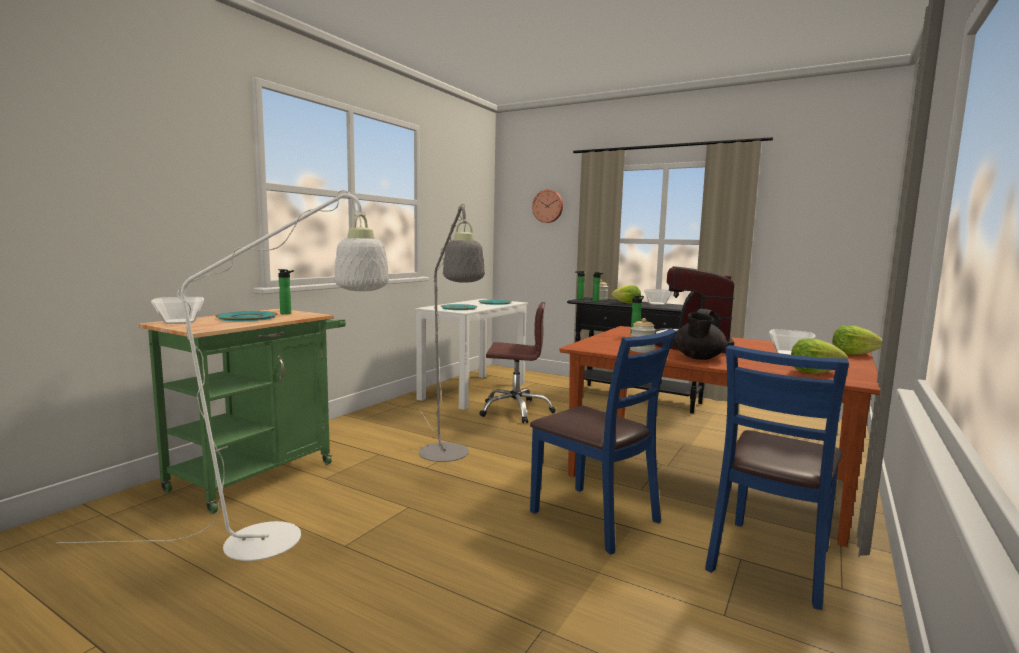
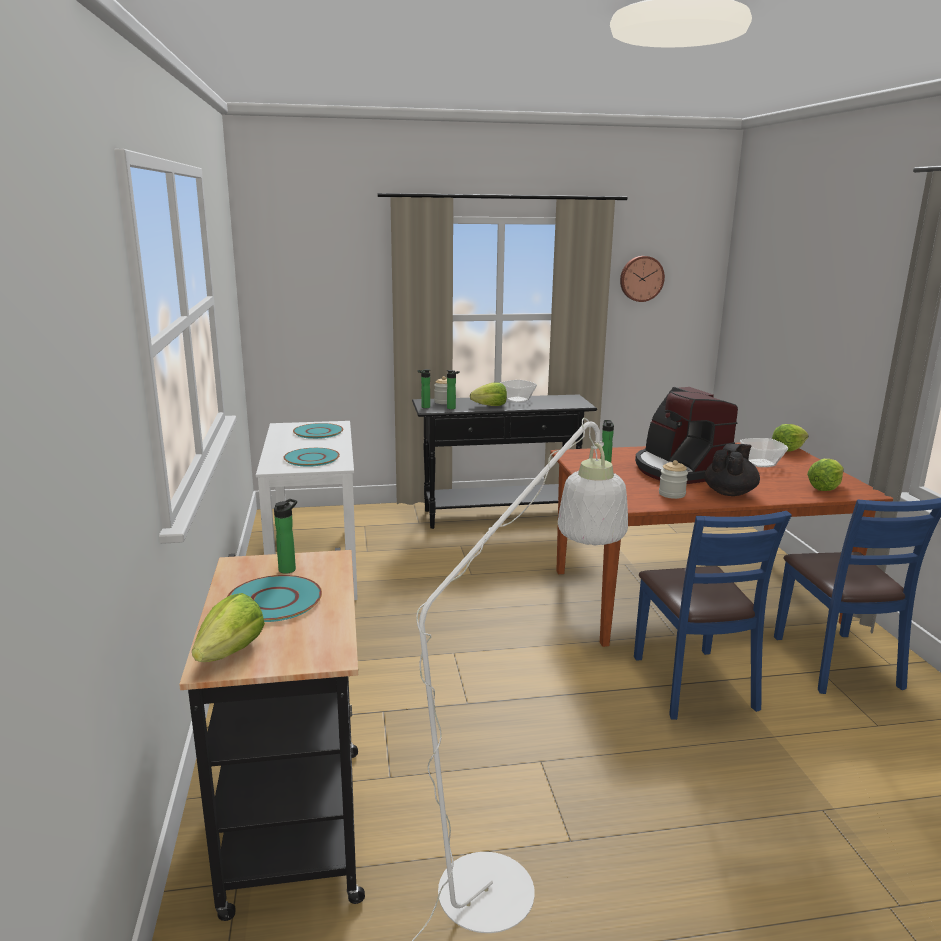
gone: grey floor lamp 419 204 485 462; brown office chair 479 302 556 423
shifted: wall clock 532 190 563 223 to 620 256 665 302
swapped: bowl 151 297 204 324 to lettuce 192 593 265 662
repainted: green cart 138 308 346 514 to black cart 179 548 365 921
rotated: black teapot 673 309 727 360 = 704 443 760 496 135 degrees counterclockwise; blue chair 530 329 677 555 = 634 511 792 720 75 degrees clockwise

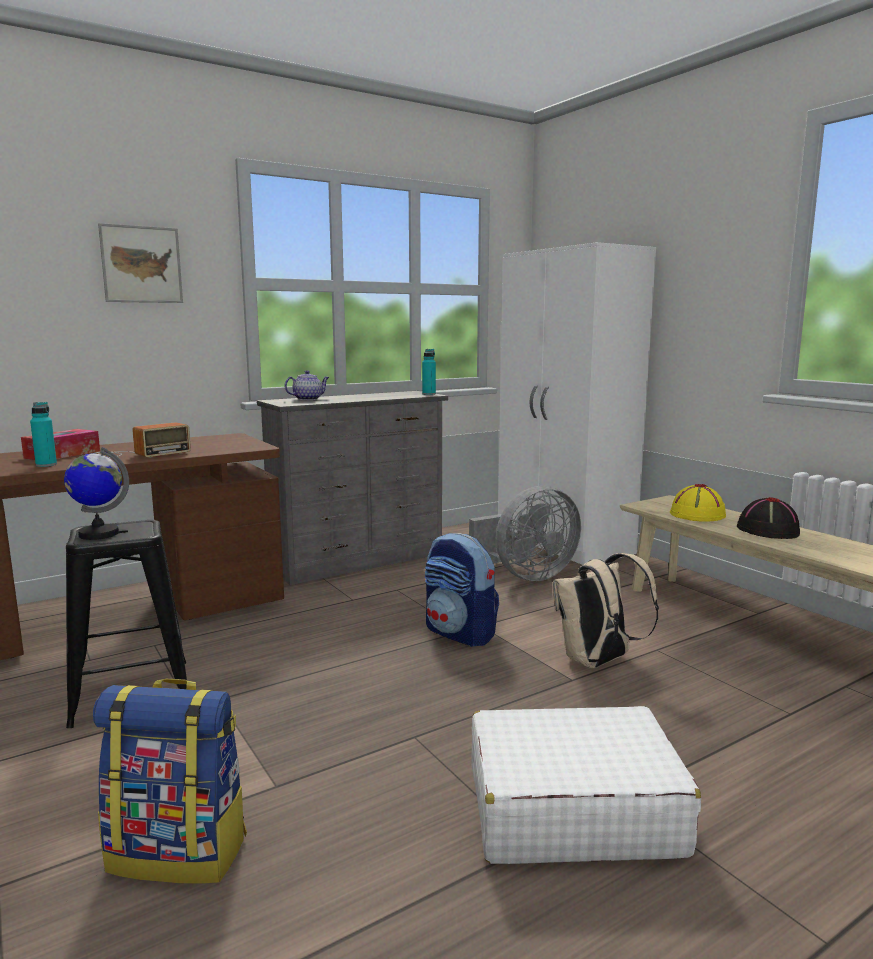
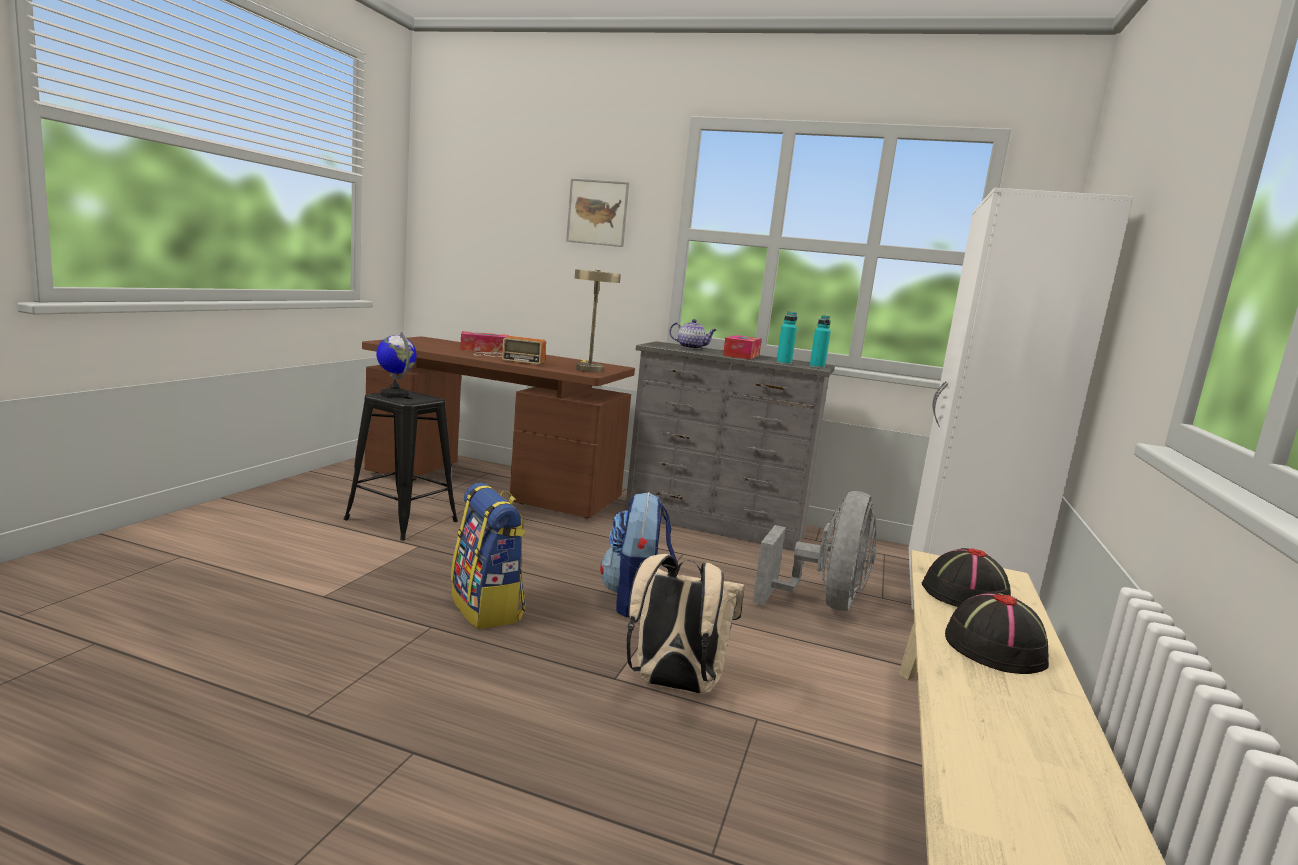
gone: white suitcase 472 706 701 864
new: beige table lamp 575 269 621 373; tissue box 723 335 762 359
shifted: turquoise bottle 30 402 57 467 to 776 312 797 365; backpack 93 679 247 884 to 451 483 526 629
repainted: yellow hat 670 484 726 522 to black hat 922 548 1011 607
rotated: grey fan 469 486 581 581 = 753 491 877 611 90 degrees counterclockwise

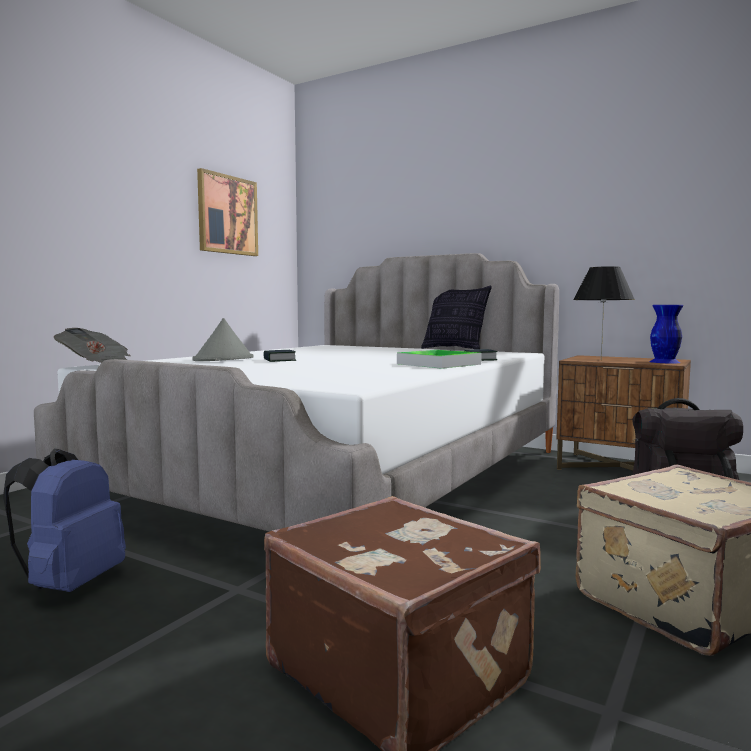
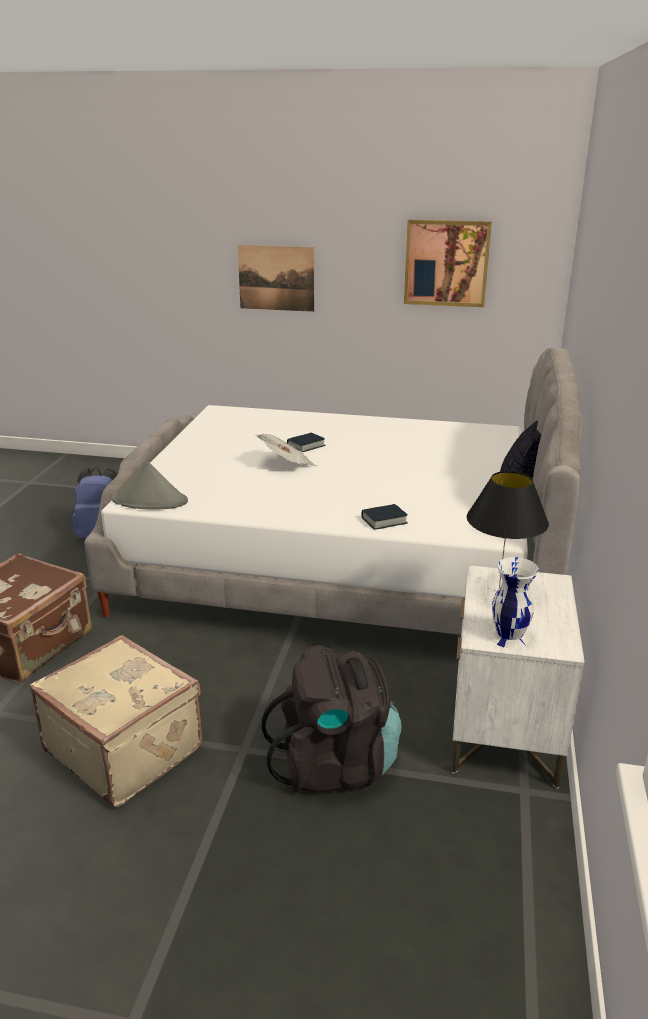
gone: tray 397 350 482 369
new: picture 238 245 314 312
shifted: grey hat 192 318 254 361 to 112 461 188 510; newspaper 54 328 131 363 to 256 434 316 466
repainted: blue vase 649 305 683 363 to white vase 489 557 539 649; brown nightstand 556 355 691 471 to white nightstand 452 565 585 789

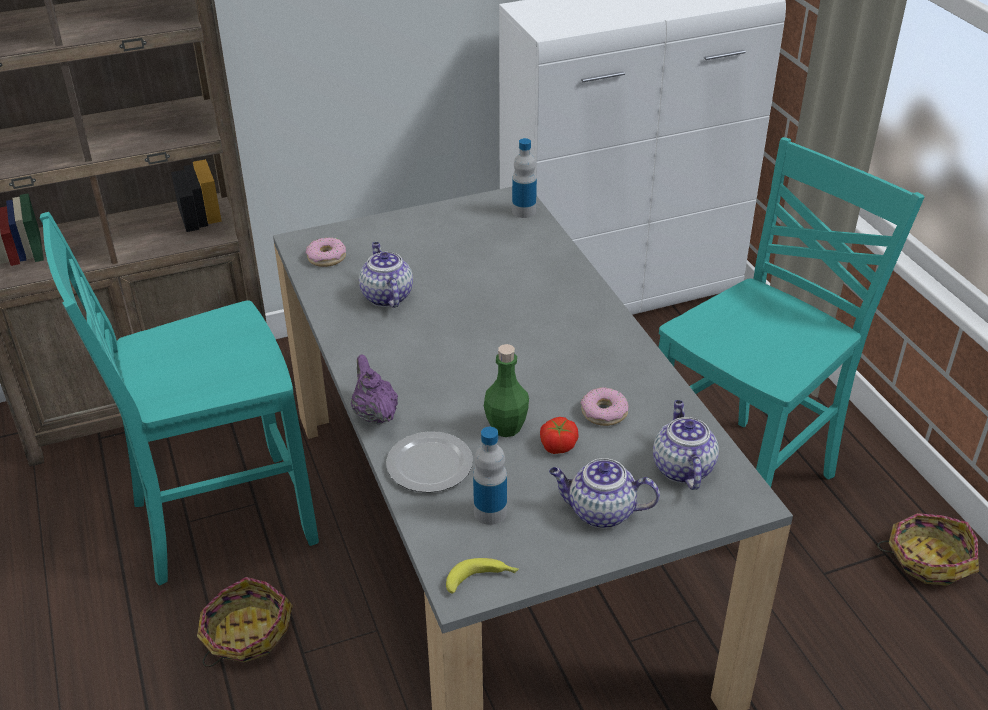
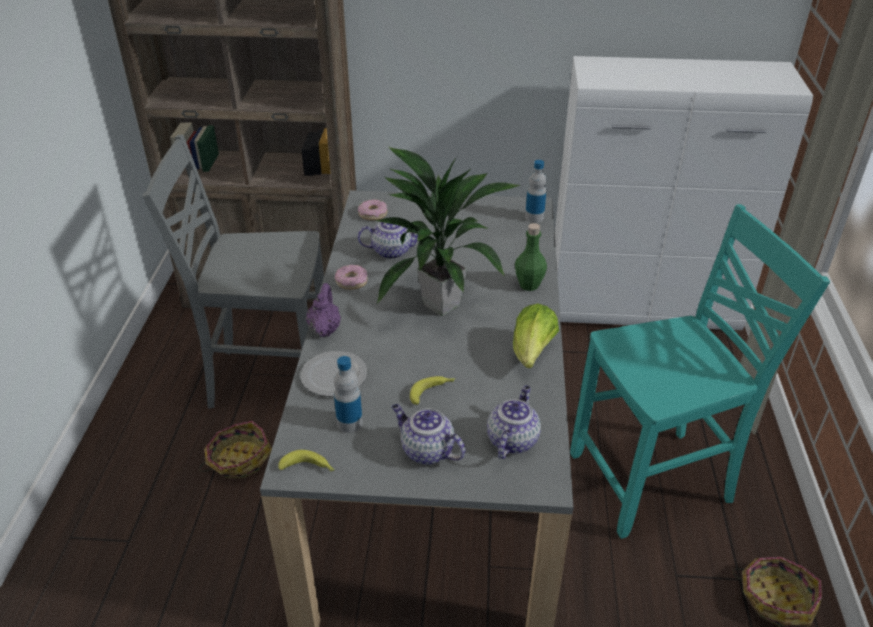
new: potted plant 375 147 520 316; lettuce 513 304 559 369
shifted: green bottle 484 344 529 437 to 515 223 547 291; donut 581 387 628 426 to 335 265 368 290
swapped: tomato 540 417 579 454 to banana 410 376 455 405
repainted: turquoise chair 40 212 319 586 to grey chair 143 135 324 409
rotated: teapot 359 242 413 308 = 358 217 418 259 75 degrees clockwise

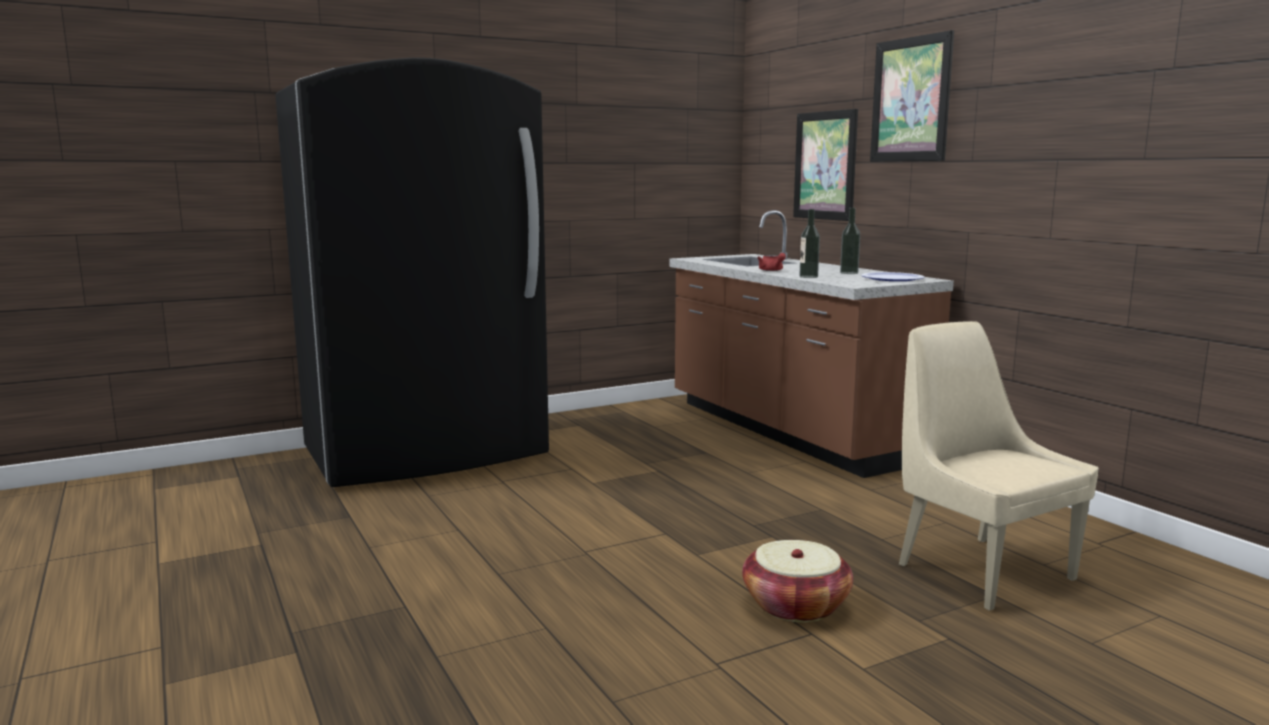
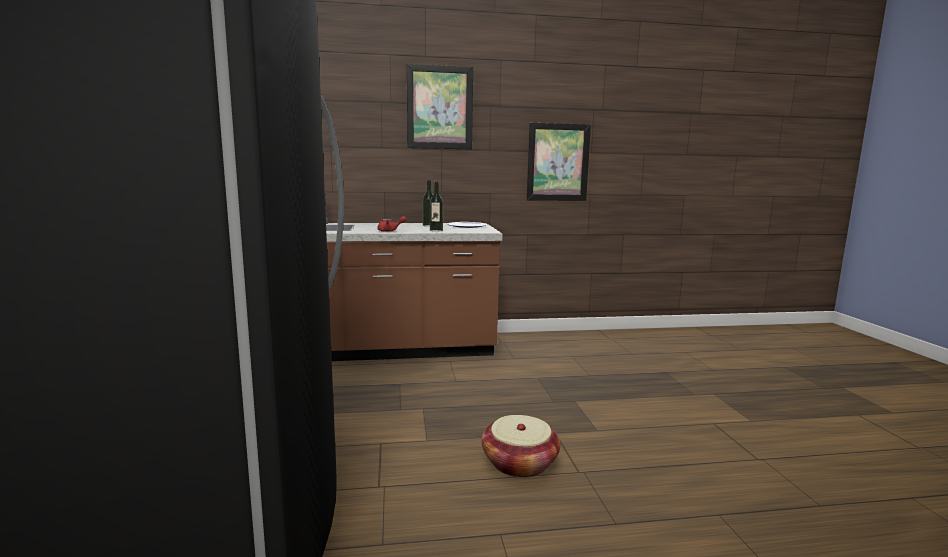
gone: beige chair 899 321 1099 610
shifted: picture 793 109 858 221 to 527 123 591 201; basket 742 540 853 622 to 482 415 560 478

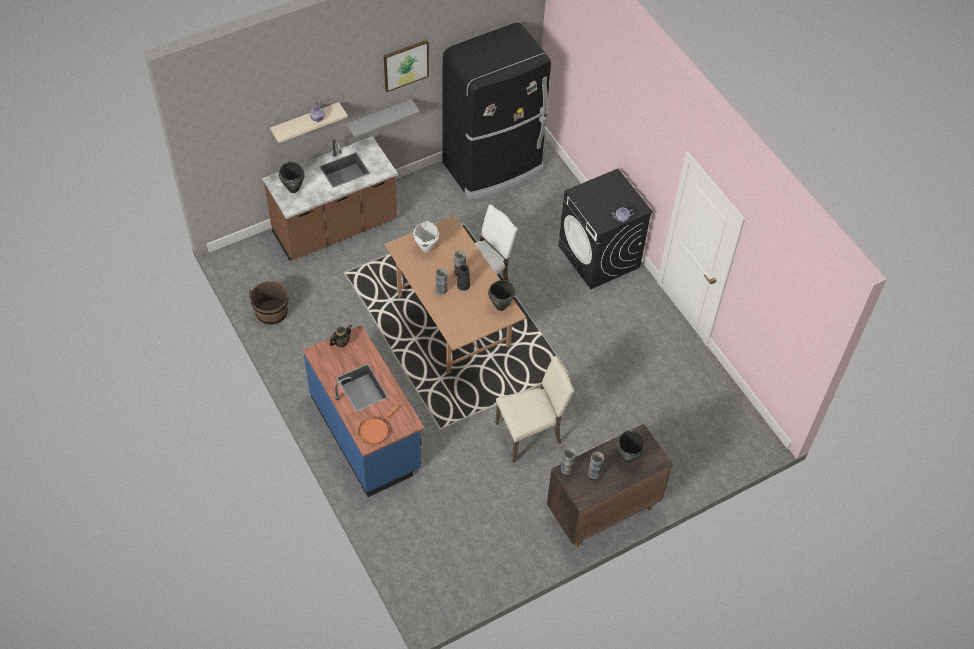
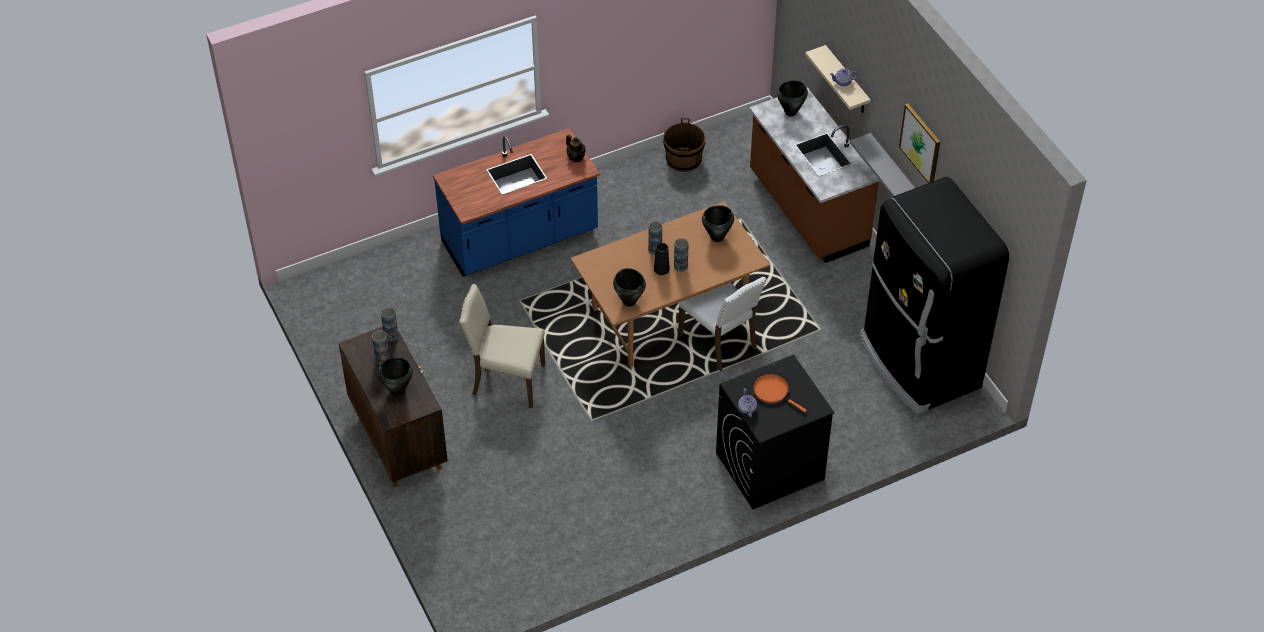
shifted: orange frying pan 358 405 398 445 to 753 374 807 412
repainted: white cooking pot 413 221 439 253 to black cooking pot 702 205 734 242
rotated: beige chair 495 356 575 463 = 459 284 545 408 120 degrees clockwise

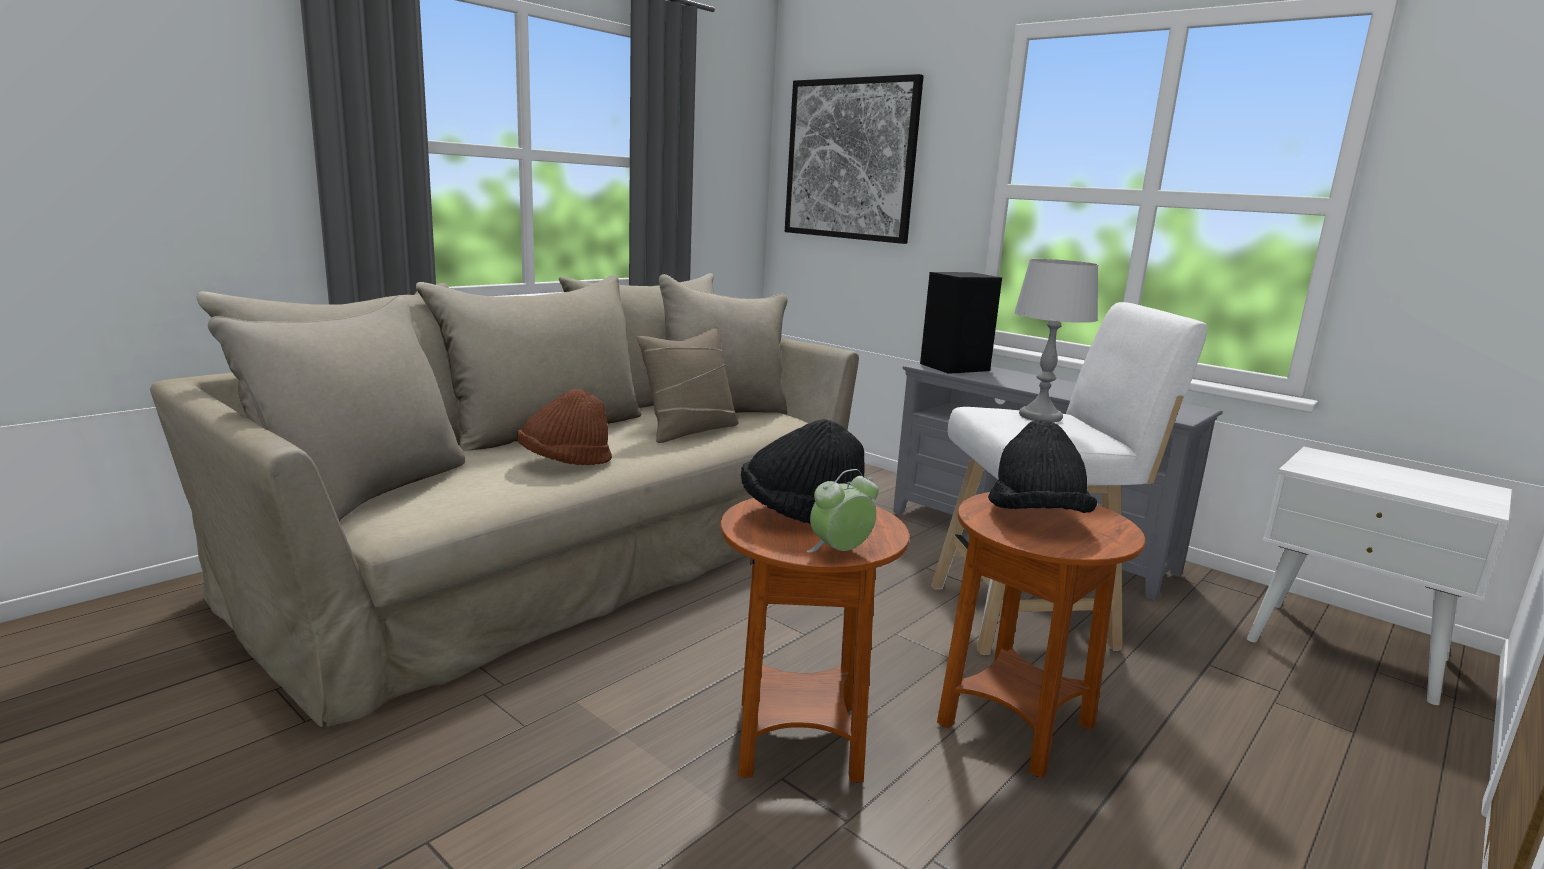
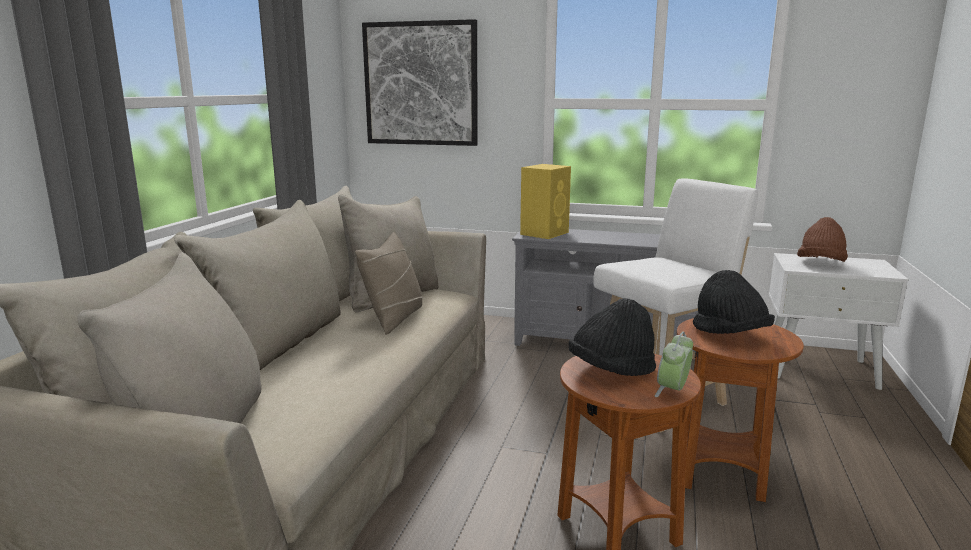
gone: grey table lamp 1014 259 1099 422
shifted: brown hat 517 389 612 465 to 797 217 848 262
repainted: black speaker 920 272 1002 374 to yellow speaker 520 164 571 239

